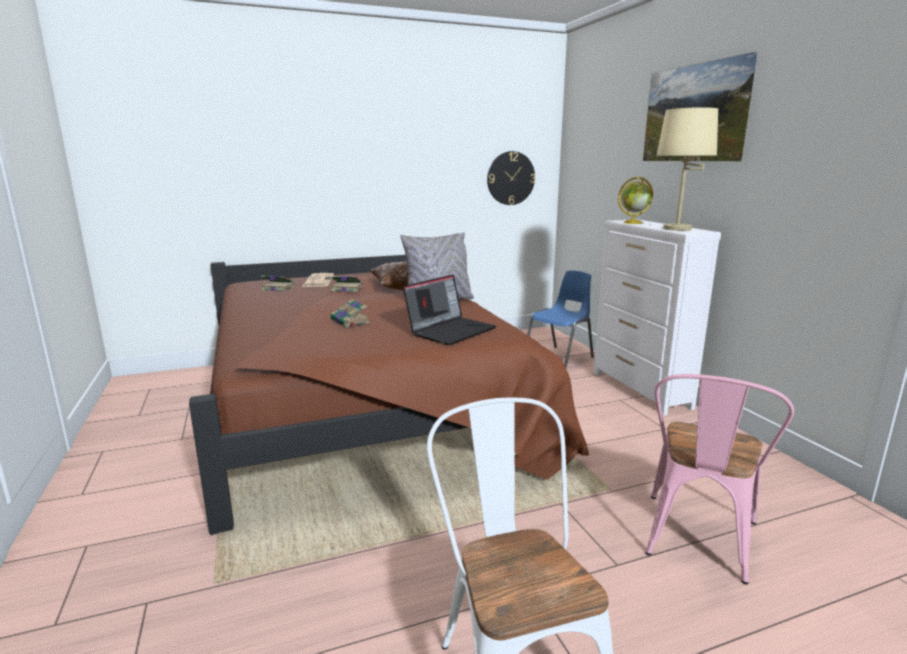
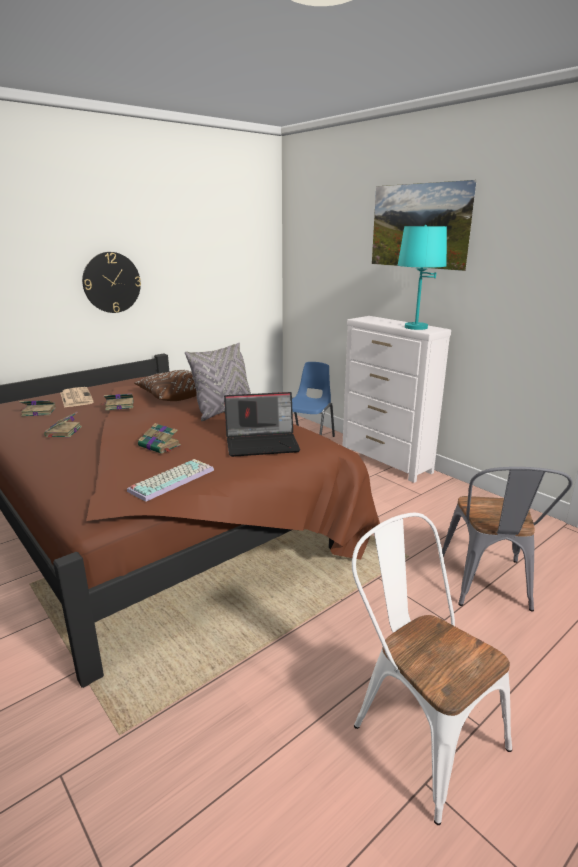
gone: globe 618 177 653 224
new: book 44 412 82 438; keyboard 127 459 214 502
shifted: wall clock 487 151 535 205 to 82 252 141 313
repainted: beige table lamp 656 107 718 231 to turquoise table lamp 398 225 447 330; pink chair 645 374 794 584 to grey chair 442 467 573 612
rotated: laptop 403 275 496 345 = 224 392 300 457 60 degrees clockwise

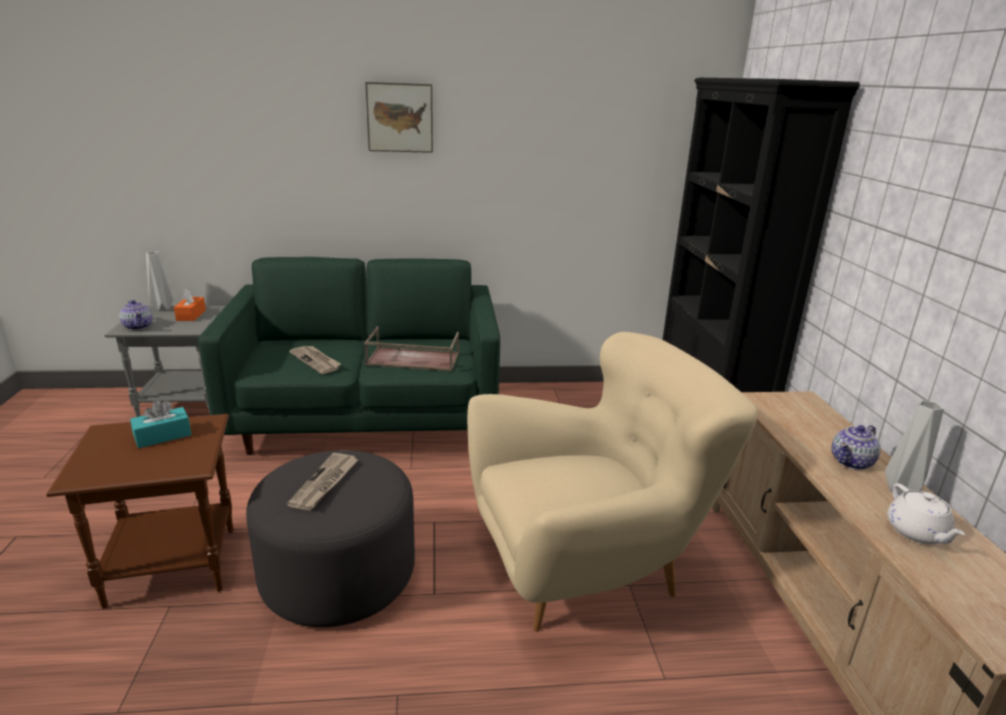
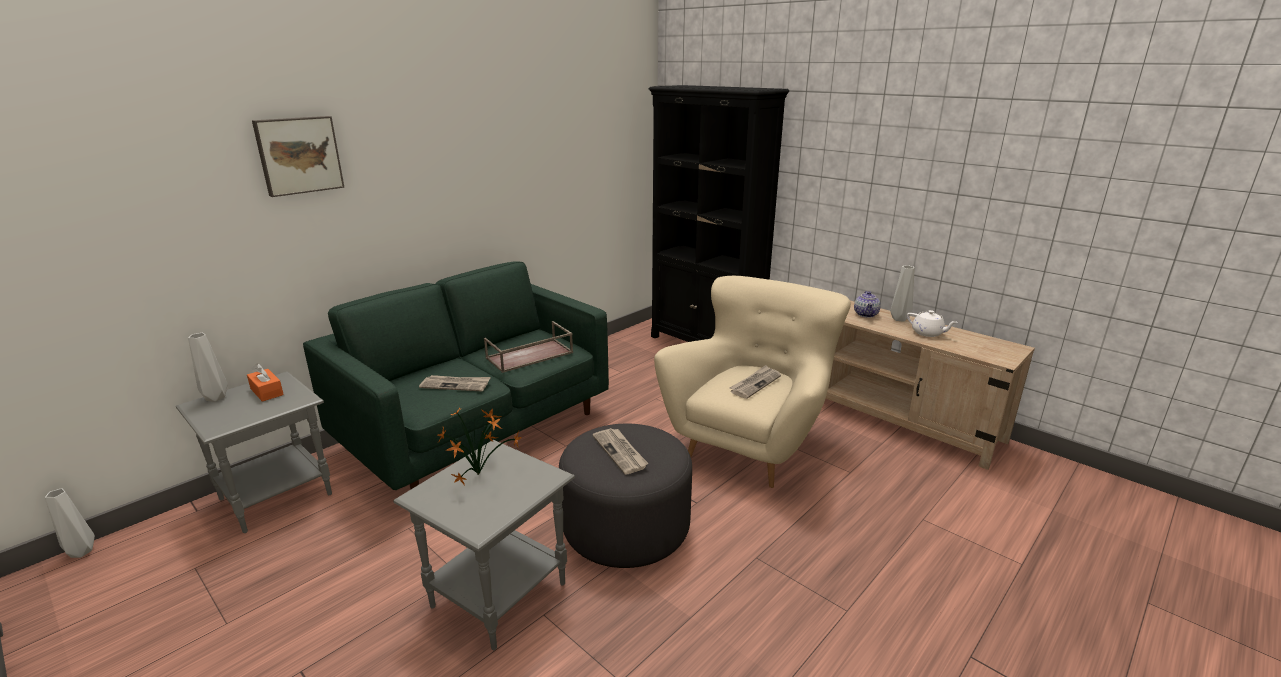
gone: teapot 119 300 153 330
new: newspaper 730 365 781 399; grey vase 45 488 95 558
shifted: picture 365 82 433 153 to 252 116 344 197
swapped: turquoise tissue box 130 400 191 448 to potted plant 438 407 522 486
repainted: brown side table 46 414 233 609 to grey side table 393 440 575 650

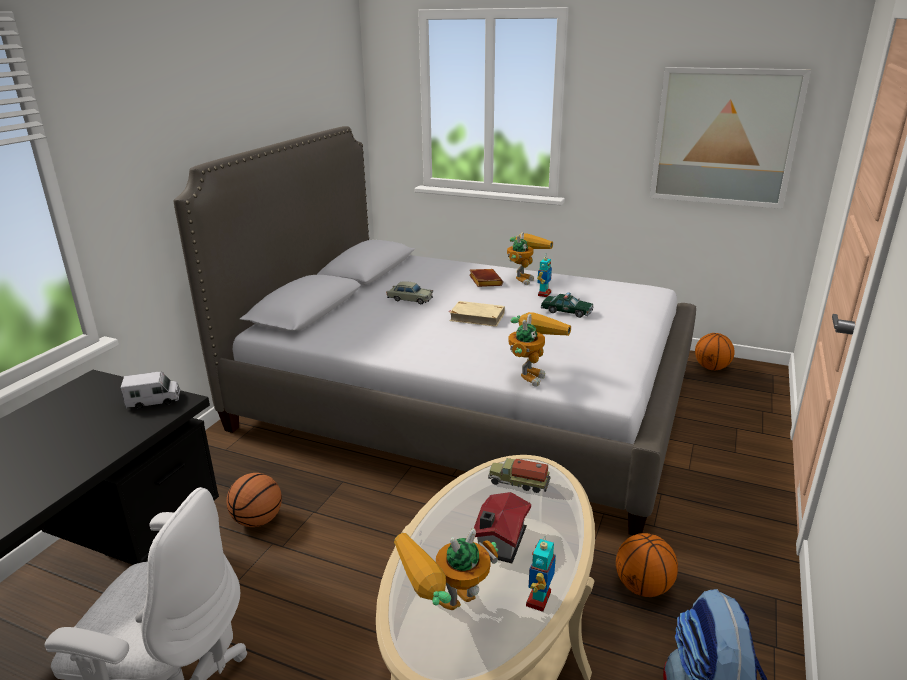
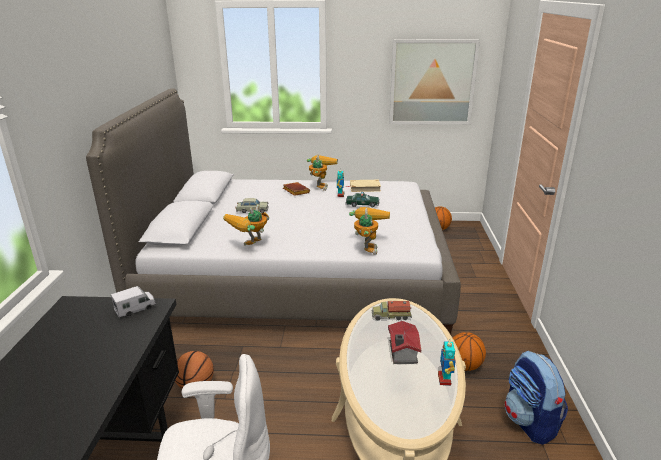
shifted: beige book 449 301 505 327 to 348 180 381 192; toy robot 394 528 498 610 to 223 204 269 246

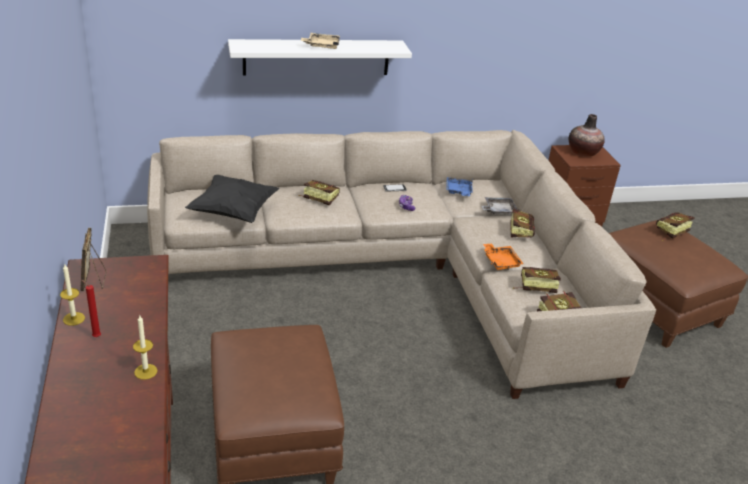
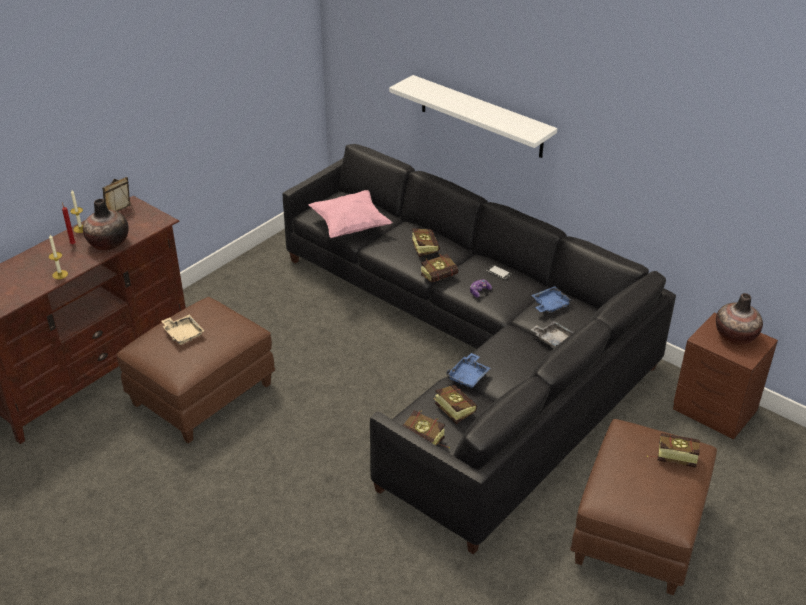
new: vase 83 199 129 251
shifted: beige tray 301 33 340 49 to 161 315 204 345; book 510 208 535 238 to 421 254 458 282
repainted: beige sofa 147 130 656 399 to black sofa 283 144 676 555; black pillow 185 175 279 223 to pink pillow 309 190 393 238; orange tray 483 243 523 270 to blue tray 446 353 490 388

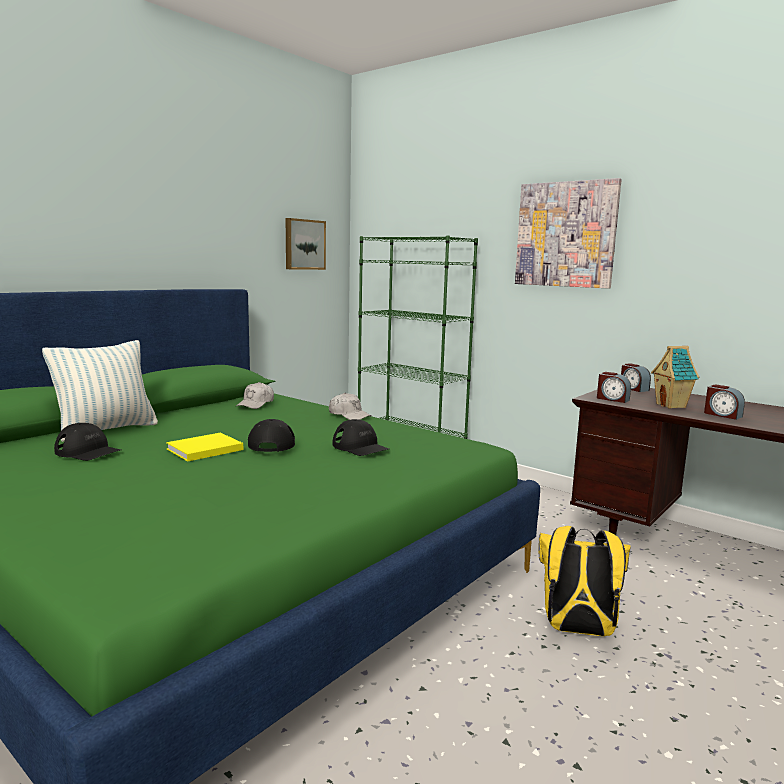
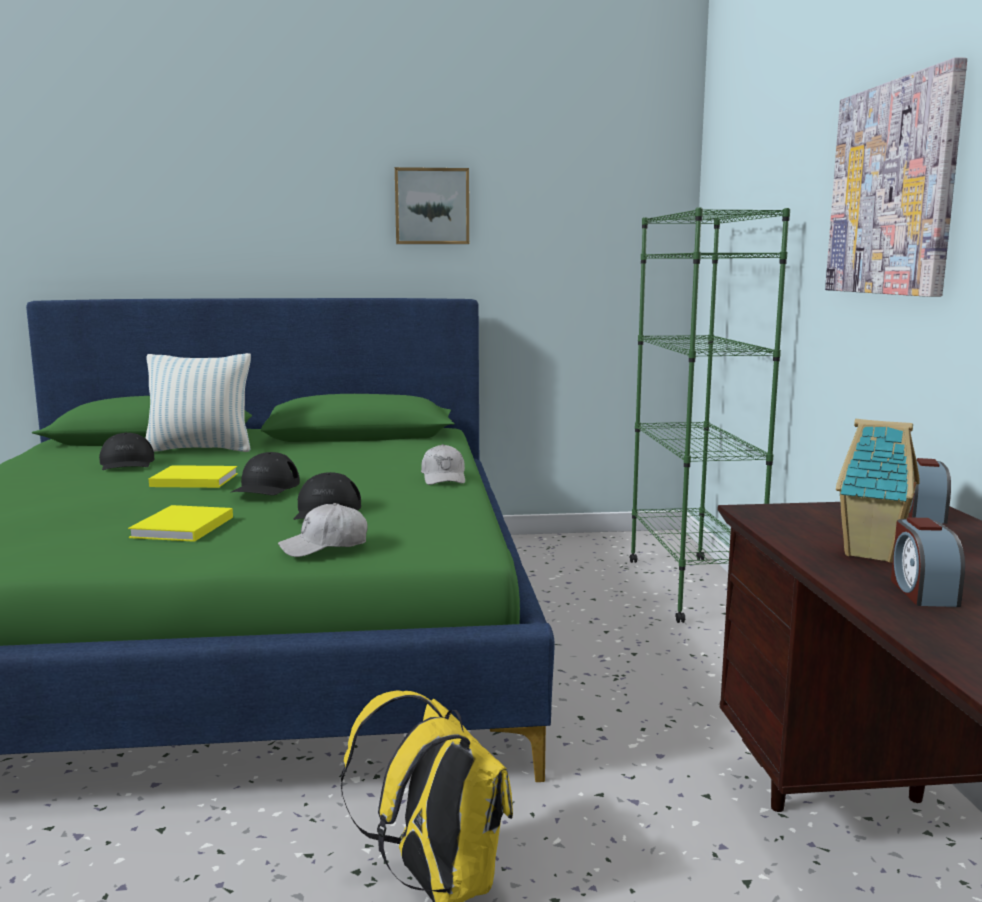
gone: alarm clock 597 372 631 403
new: yellow book 128 505 233 542
shifted: picture 286 218 326 270 to 395 167 469 244; white cap 236 382 274 409 to 278 503 368 557
rotated: black cap 248 419 295 452 = 230 452 300 495 150 degrees clockwise

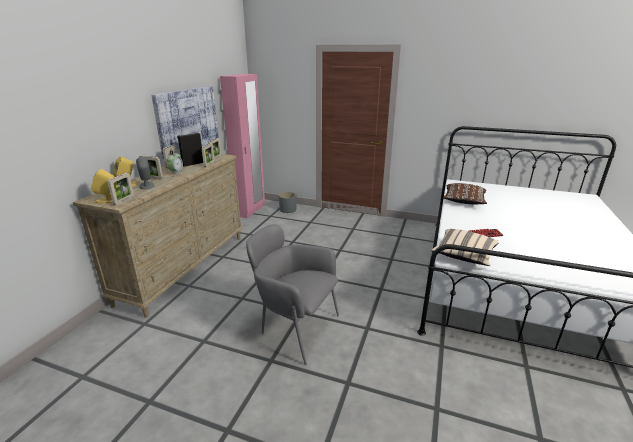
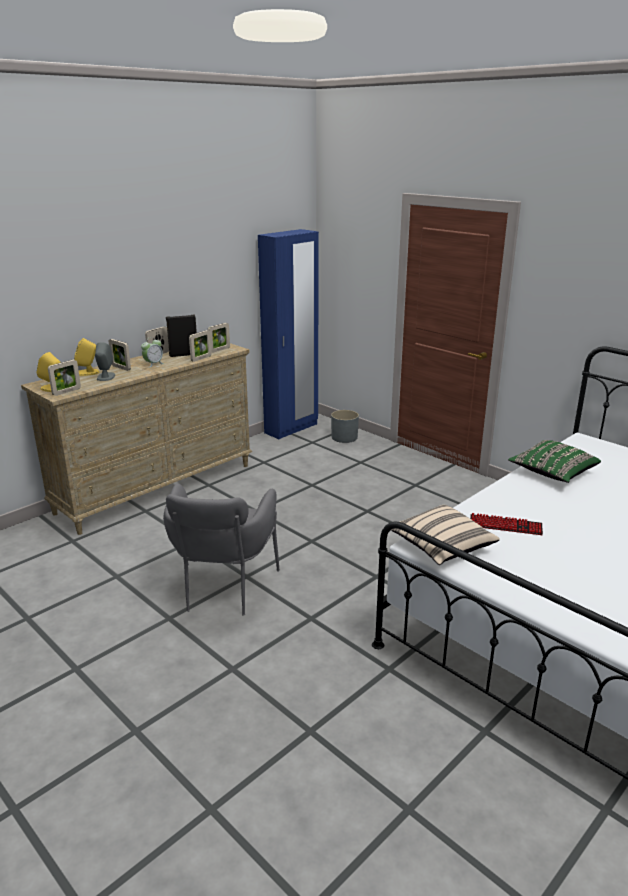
gone: picture 151 86 219 159
repainted: pink wardrobe 220 74 265 218 to blue wardrobe 258 229 319 439; brown pillow 443 183 487 204 to green pillow 508 440 601 483
rotated: grey armchair 246 224 339 365 = 163 484 280 616 135 degrees counterclockwise

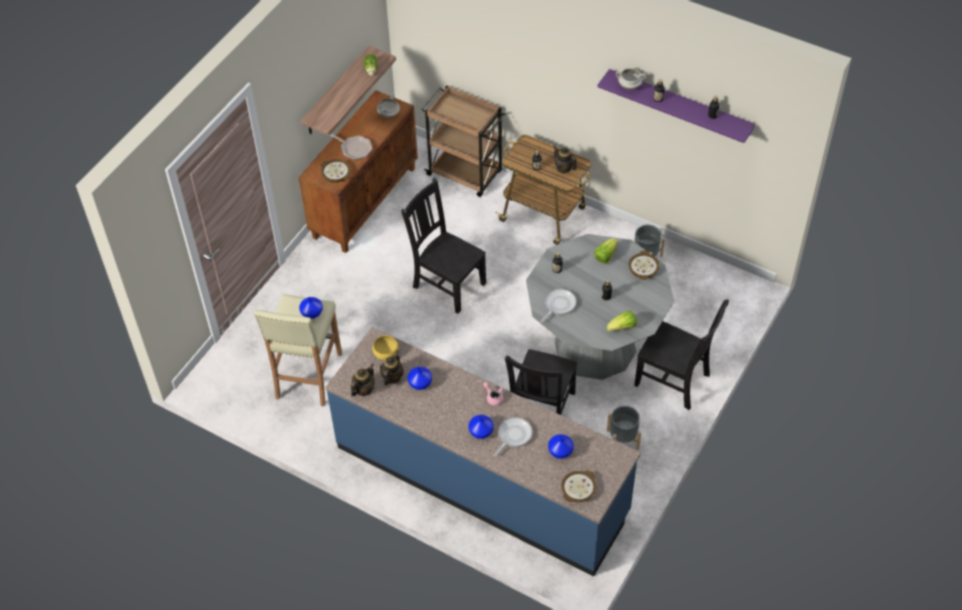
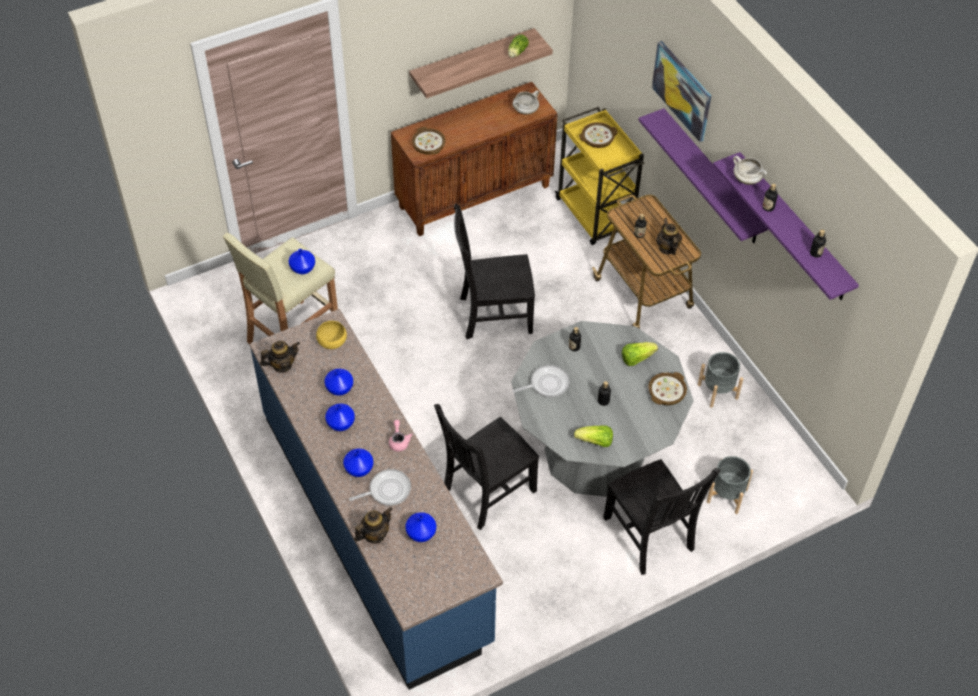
gone: frying pan 330 134 372 160
new: picture 652 41 711 142; purple shelf 638 108 768 243; blue vase 325 404 355 431
shifted: teapot 380 350 404 386 to 354 507 393 543; grey planter 607 406 641 450 to 707 456 753 514; bowl 561 470 596 502 to 579 122 618 148
repainted: brown cart 421 86 506 197 to yellow cart 555 107 645 245
rotated: black chair 401 178 486 314 = 454 204 535 339 75 degrees counterclockwise

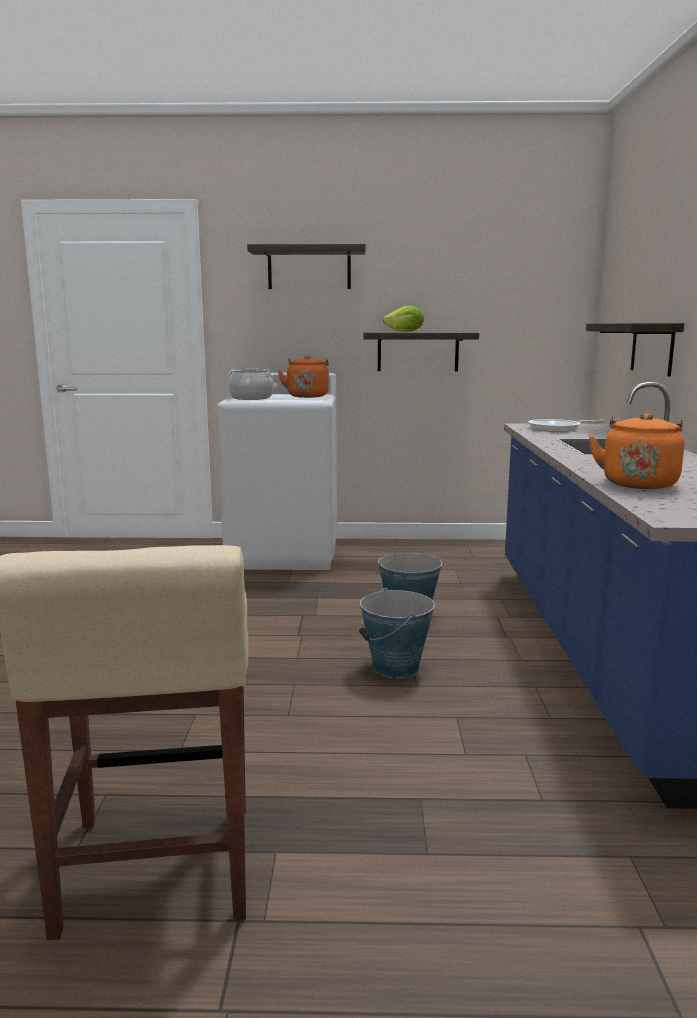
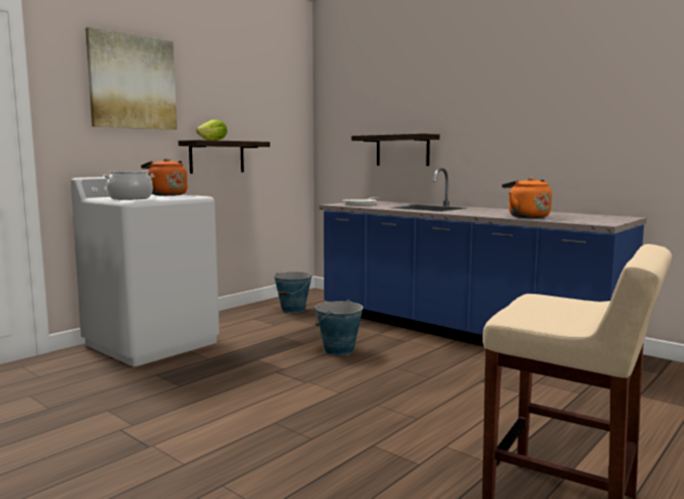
shifted: bucket 359 588 435 678 to 273 272 312 313
swapped: shelf 247 244 366 289 to picture 85 27 177 130

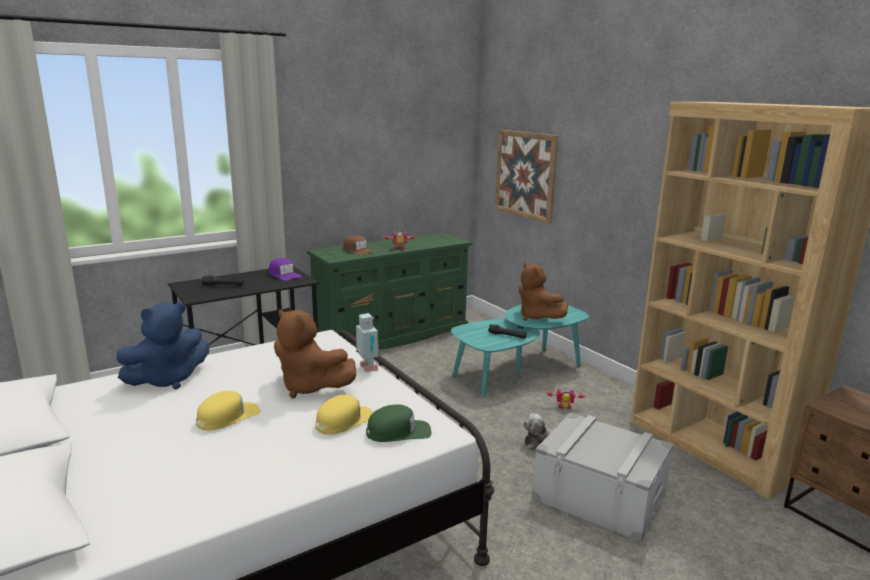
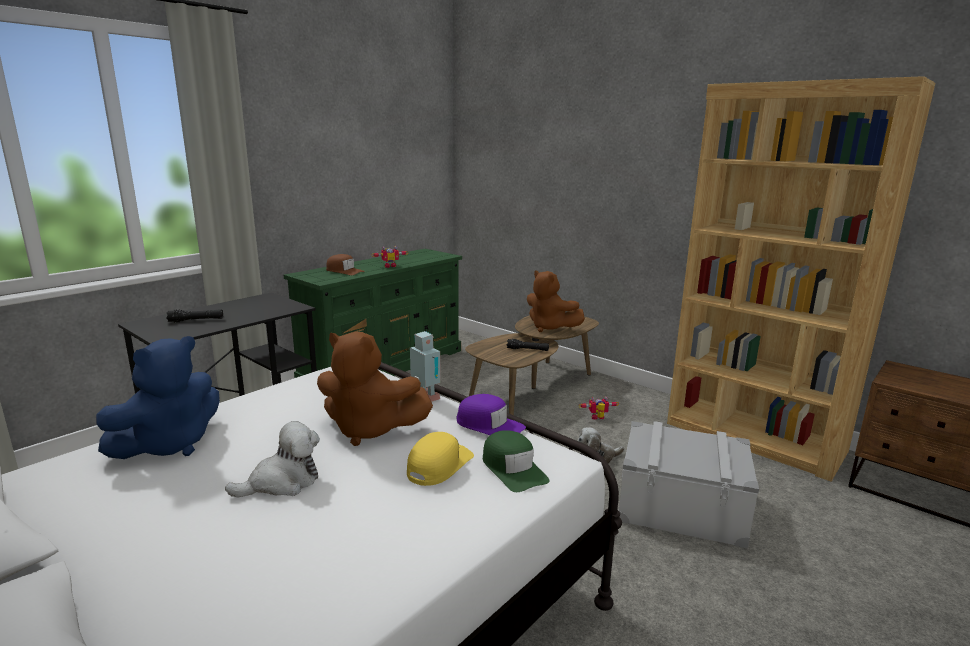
gone: picture 495 130 558 224
shifted: purple cap 269 258 302 281 to 456 394 526 435
swapped: yellow cap 196 391 261 430 to plush toy 225 421 320 497
repainted: turquoise coffee table 451 303 589 397 to brown coffee table 465 312 599 415
rotated: green cap 366 404 431 442 = 483 430 549 492 90 degrees clockwise

